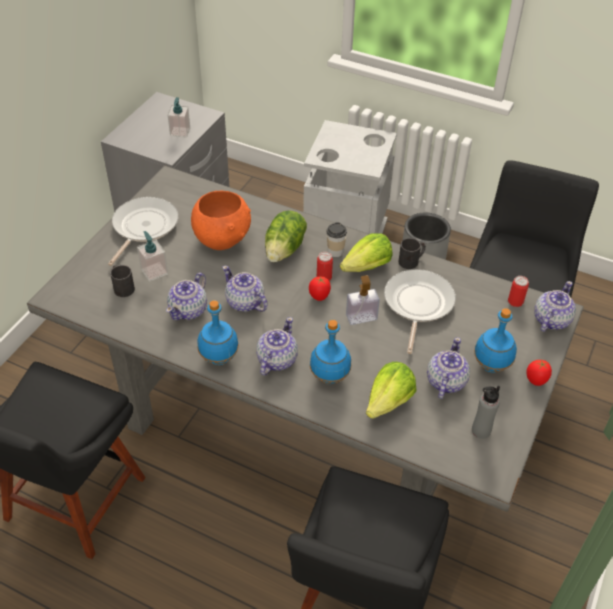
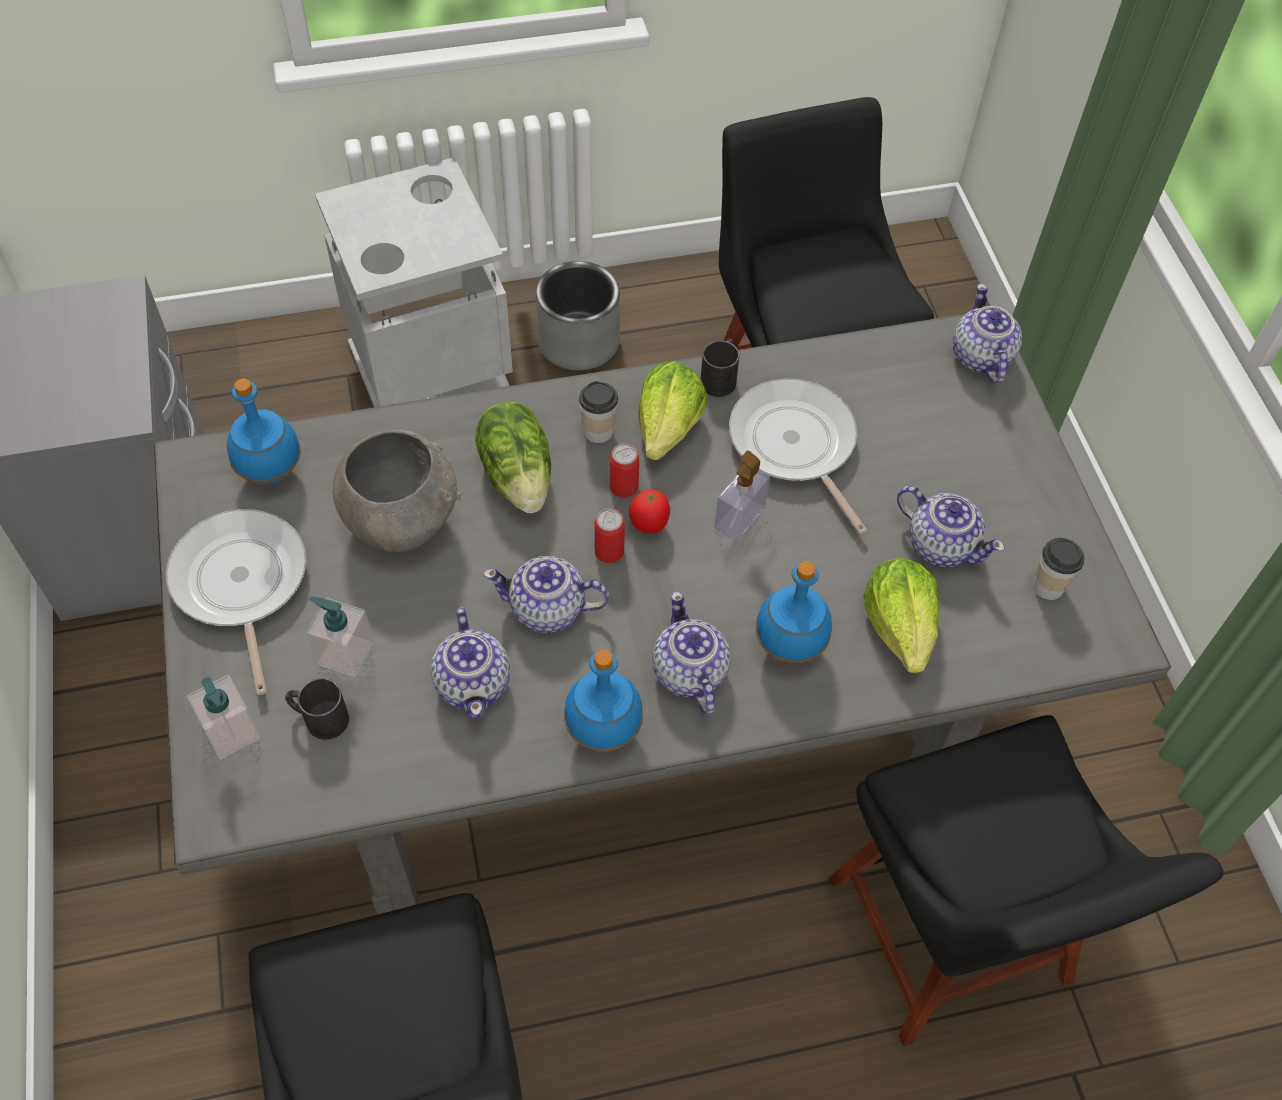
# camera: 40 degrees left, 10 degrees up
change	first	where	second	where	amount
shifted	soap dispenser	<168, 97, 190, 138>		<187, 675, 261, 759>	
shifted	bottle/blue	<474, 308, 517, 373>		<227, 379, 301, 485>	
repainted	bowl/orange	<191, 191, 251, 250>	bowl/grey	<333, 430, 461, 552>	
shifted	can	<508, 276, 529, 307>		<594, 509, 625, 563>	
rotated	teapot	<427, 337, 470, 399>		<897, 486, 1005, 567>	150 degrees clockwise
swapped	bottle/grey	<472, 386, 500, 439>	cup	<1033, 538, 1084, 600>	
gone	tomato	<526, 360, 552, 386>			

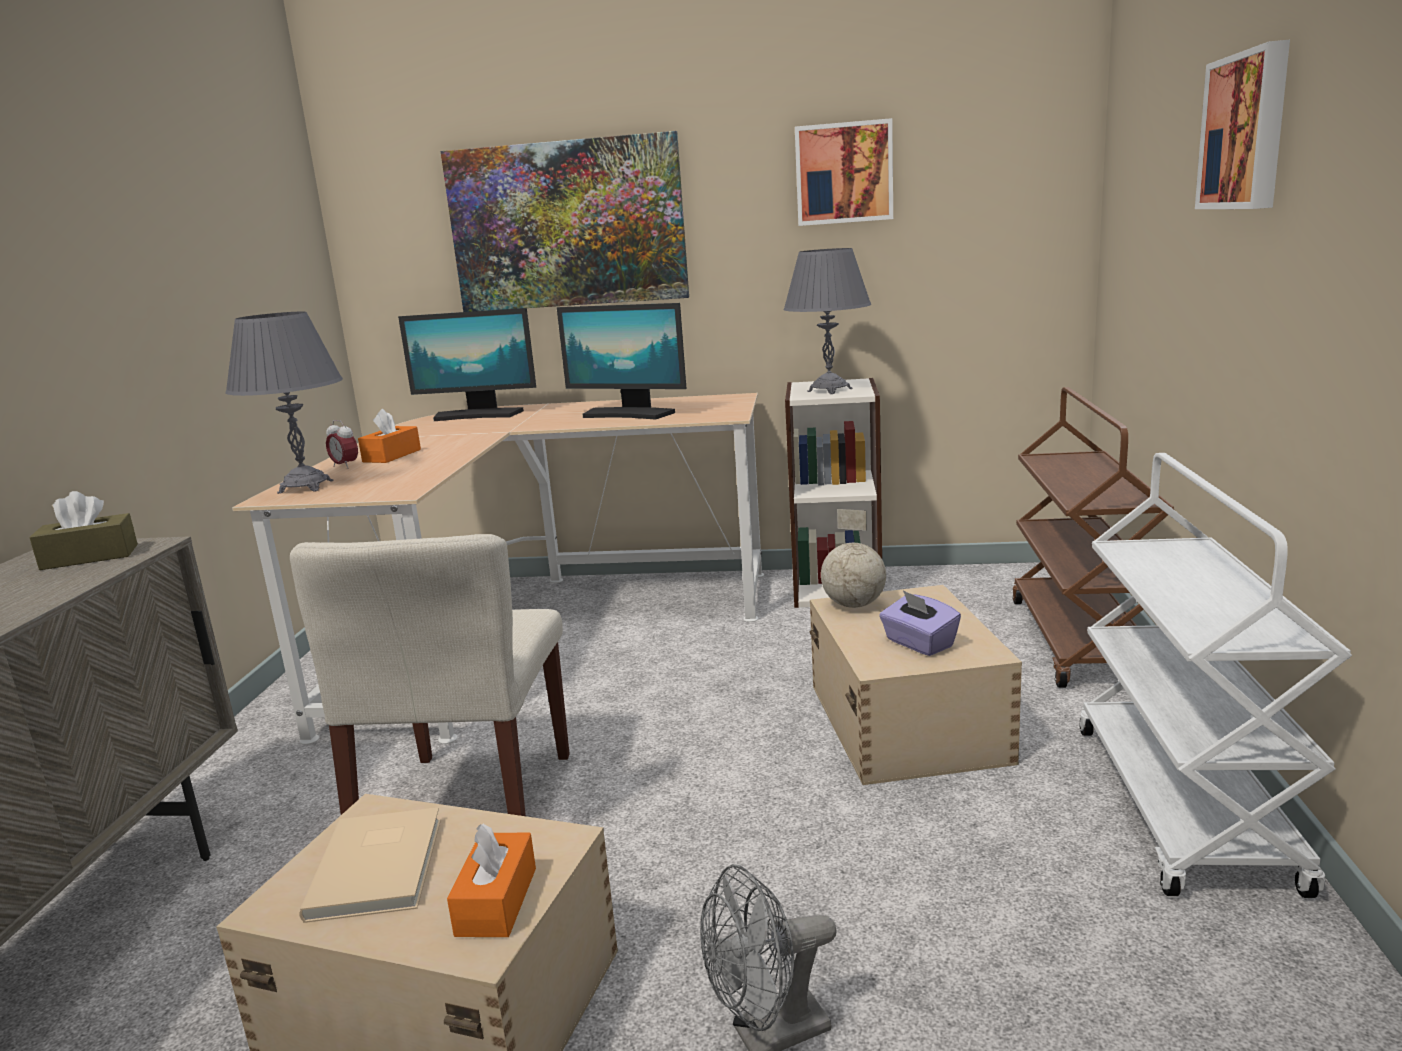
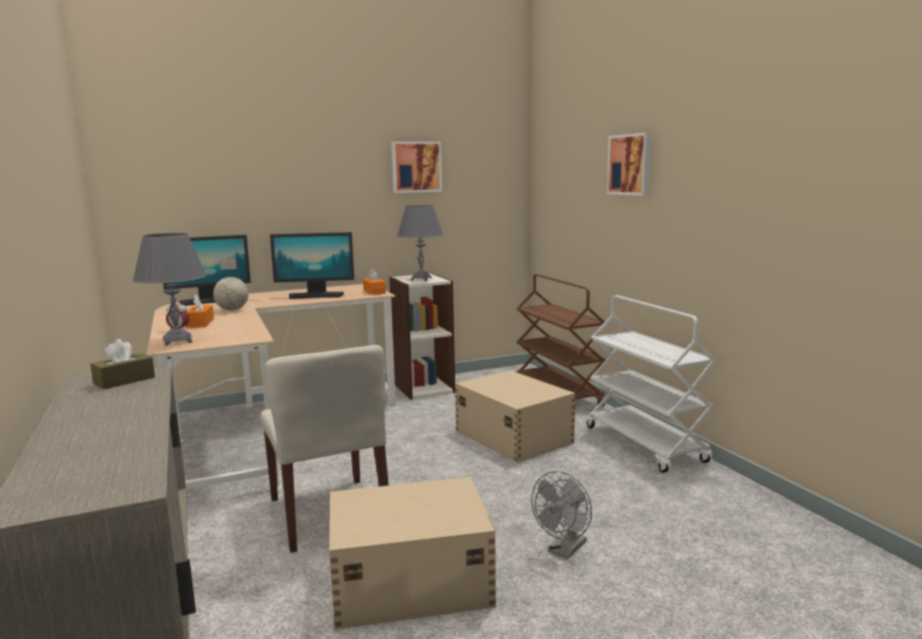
# camera: 30 degrees left, 5 degrees down
change	first	where	second	where	amount
shifted	globe	<821, 509, 886, 608>		<213, 258, 249, 311>	
shifted	tissue box/orange	<447, 824, 536, 937>		<363, 268, 386, 295>	
gone	book/beige	<299, 807, 441, 923>			
gone	picture	<441, 131, 689, 312>			
gone	tissue box/purple	<879, 590, 961, 656>			

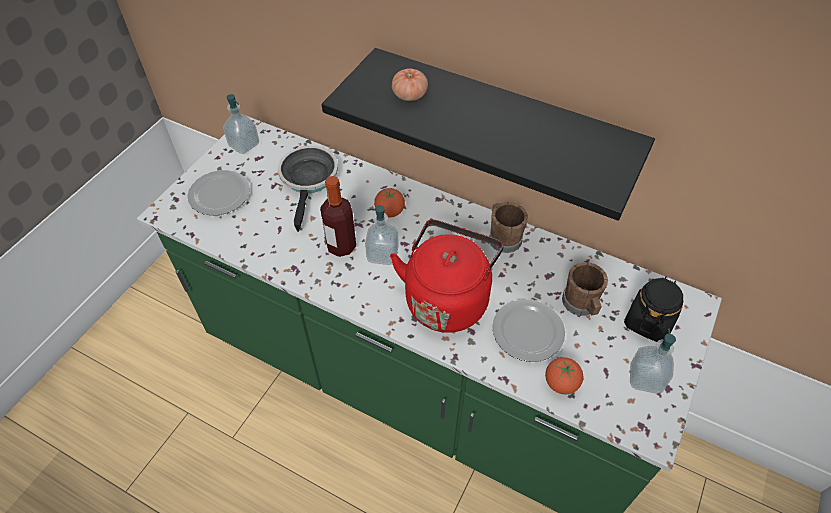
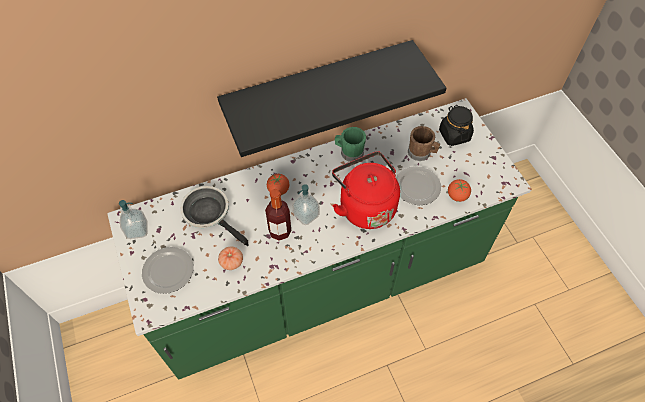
# camera: 50 degrees left, 5 degrees up
change	first	where	second	where	amount
shifted	tomato	<392, 69, 428, 101>		<218, 247, 243, 270>	
repainted	mug/brown	<489, 202, 528, 253>	mug/green	<335, 127, 366, 162>	
gone	soap dispenser	<630, 328, 676, 394>			

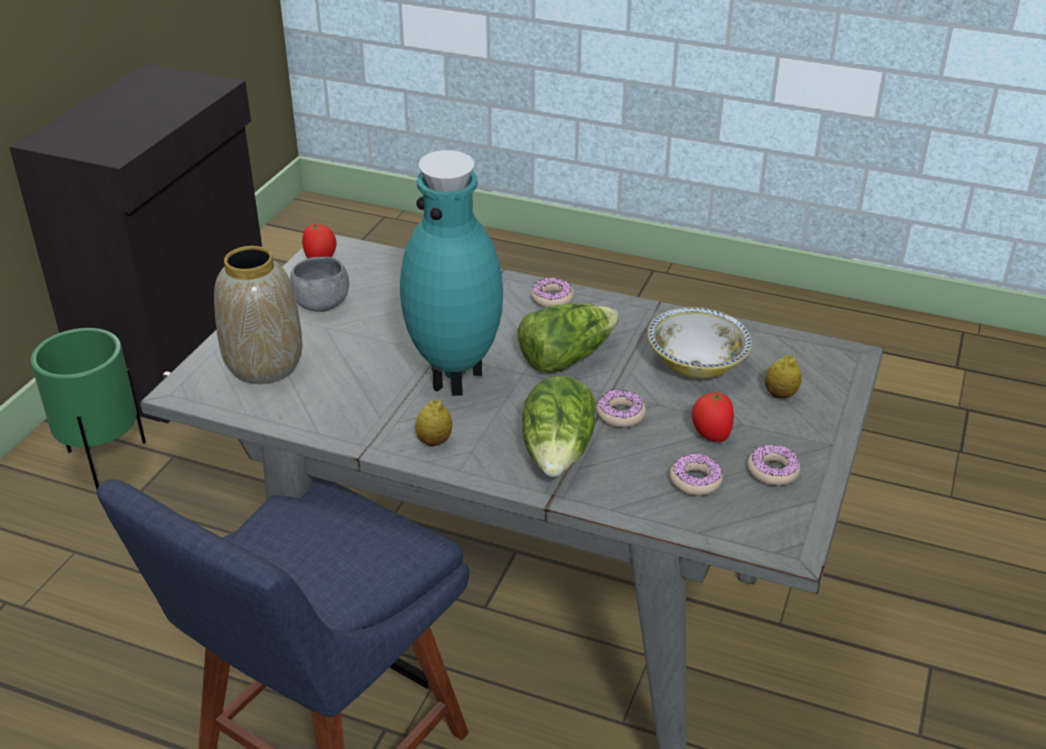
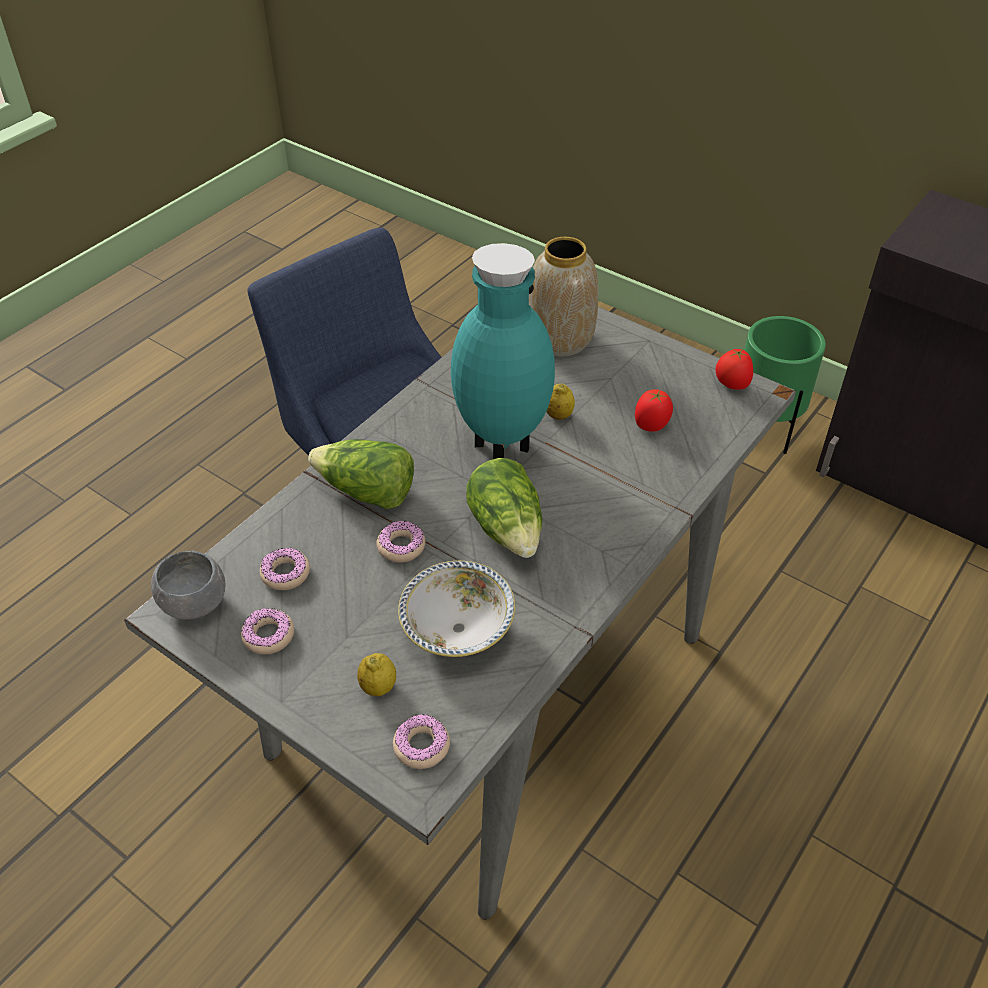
# camera: 105 degrees right, 10 degrees up
change	first	where	second	where	amount
shifted	bowl/grey	<290, 257, 349, 312>		<151, 551, 225, 620>	
shifted	donut	<531, 278, 574, 308>		<393, 714, 450, 769>	
shifted	lemon	<415, 399, 452, 446>		<546, 384, 575, 420>	
shifted	tomato	<692, 391, 734, 442>		<635, 389, 673, 432>	

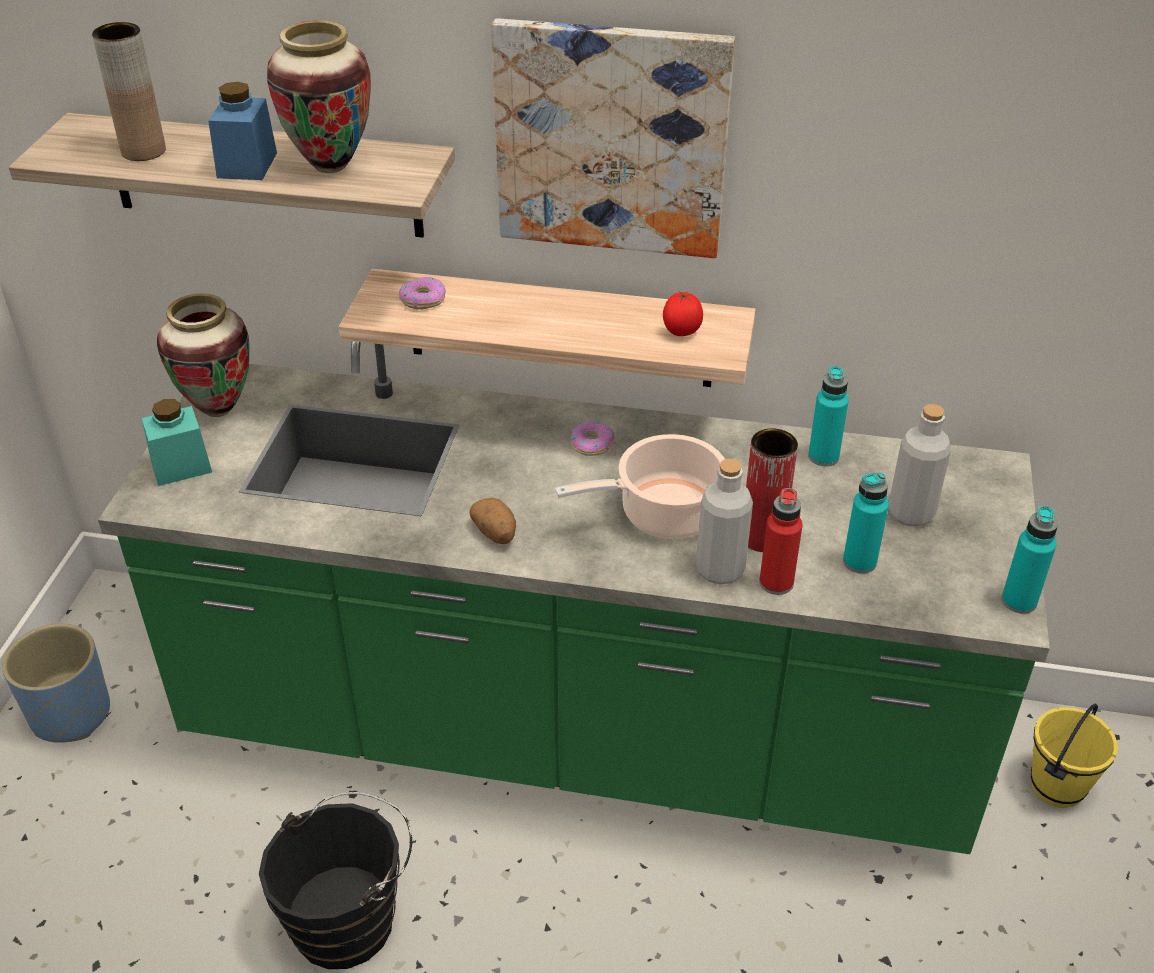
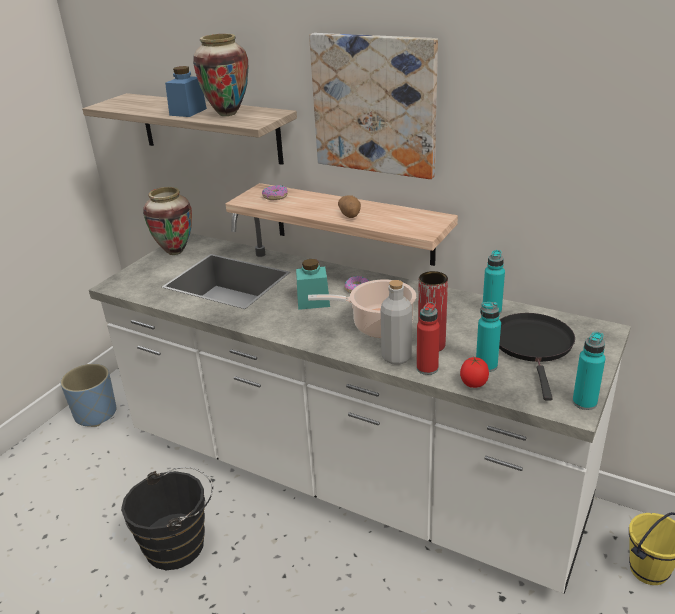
# camera: 20 degrees right, 10 degrees down
change	first	where	second	where	amount
repainted	counter/green	<98, 341, 1050, 854>	counter/white	<89, 213, 631, 594>	
shifted	jar/turquoise	<142, 399, 212, 486>		<296, 259, 330, 310>	
shifted	potato	<469, 498, 516, 544>		<338, 195, 361, 218>	
shifted	tomato	<663, 291, 703, 336>		<460, 357, 489, 388>	
swapped	bottle/grey	<889, 404, 951, 527>	frying pan/black	<499, 313, 575, 401>	
gone	vase/brown	<92, 22, 166, 161>			

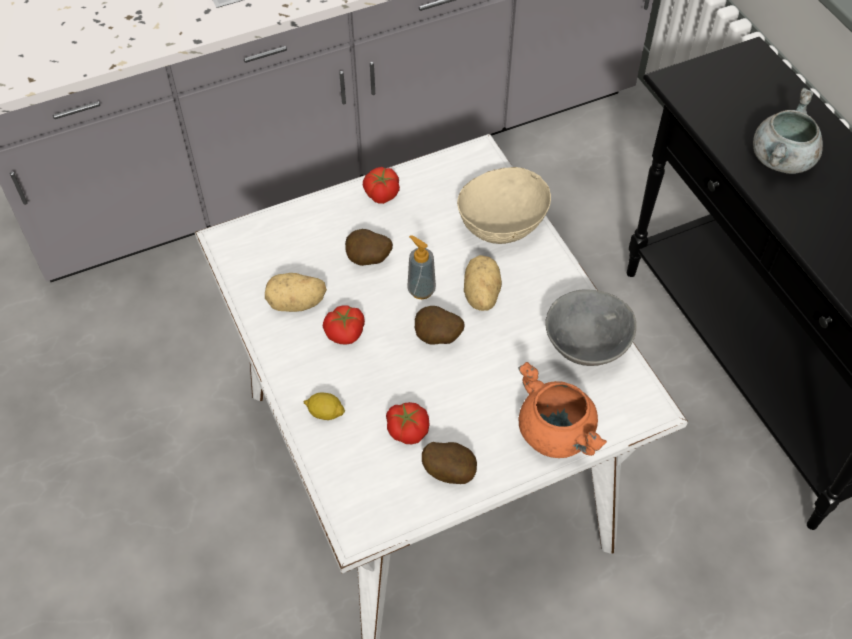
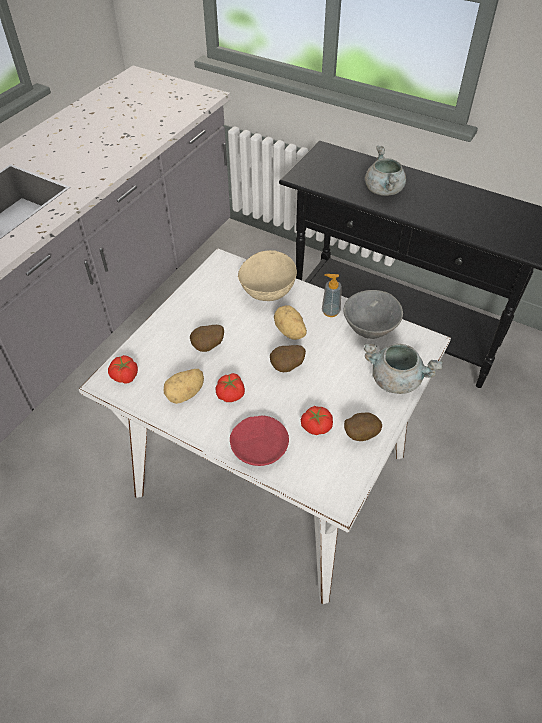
# camera: 35 degrees left, 5 degrees down
change	first	where	second	where	amount
shifted	tomato	<363, 167, 400, 204>		<108, 355, 138, 384>	
swapped	lemon	<304, 392, 345, 420>	plate/red	<230, 416, 289, 466>	
shifted	soap dispenser	<407, 235, 436, 299>		<322, 274, 342, 317>	
repainted	cooking pot/orange	<518, 362, 607, 458>	cooking pot/grey	<364, 344, 443, 394>	

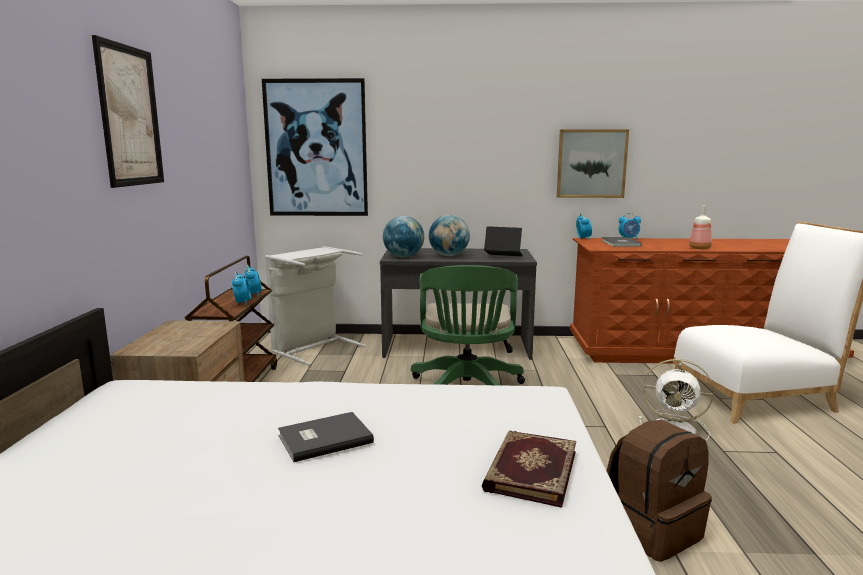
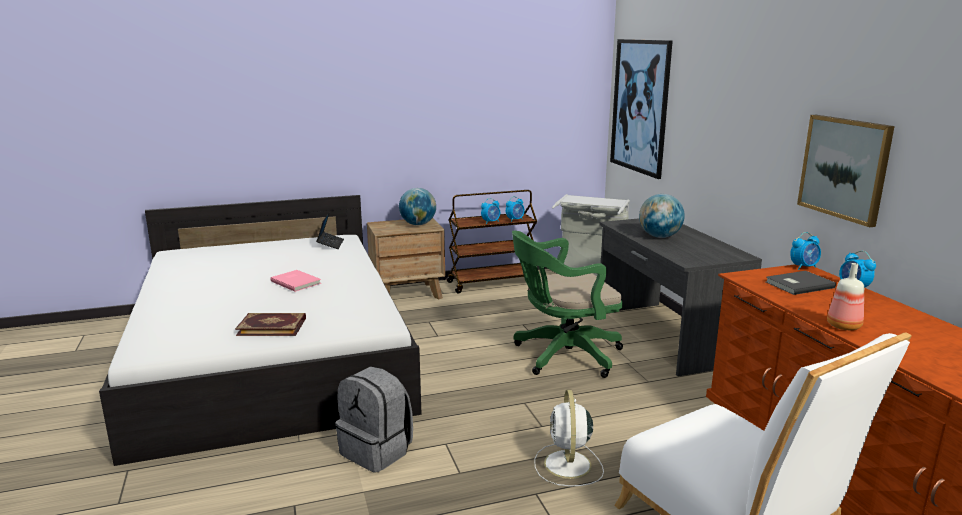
# camera: 70 degrees right, 5 degrees up
change	first	where	second	where	amount
repainted	book/grey	<278, 412, 374, 462>	book/pink	<270, 270, 321, 292>	
shifted	laptop	<484, 226, 523, 257>		<316, 212, 344, 249>	
repainted	backpack/brown	<607, 420, 712, 562>	backpack/grey	<335, 366, 413, 473>	
shifted	globe	<383, 216, 424, 258>		<399, 188, 436, 225>	
gone	picture	<92, 35, 164, 188>			

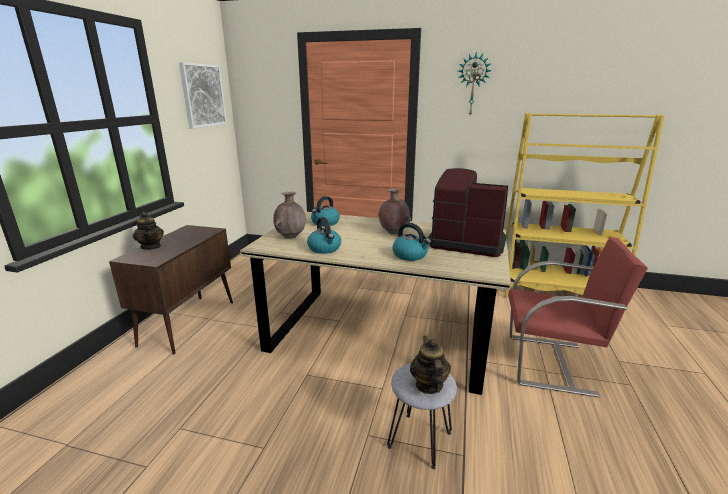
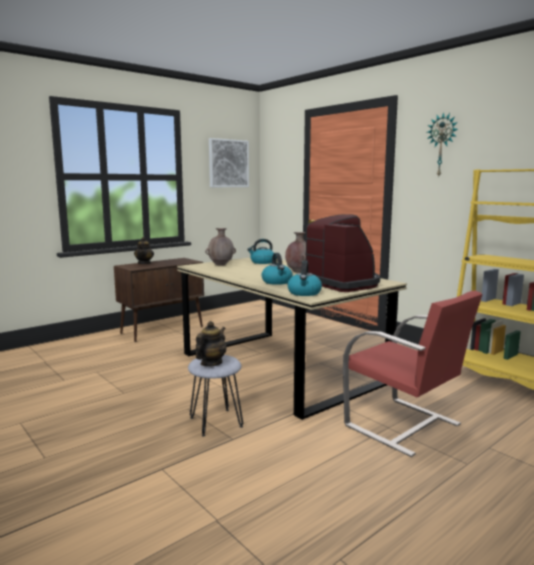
# camera: 35 degrees right, 10 degrees down
change	first	where	second	where	amount
shifted	kettle	<307, 217, 341, 254>		<287, 260, 322, 296>	

